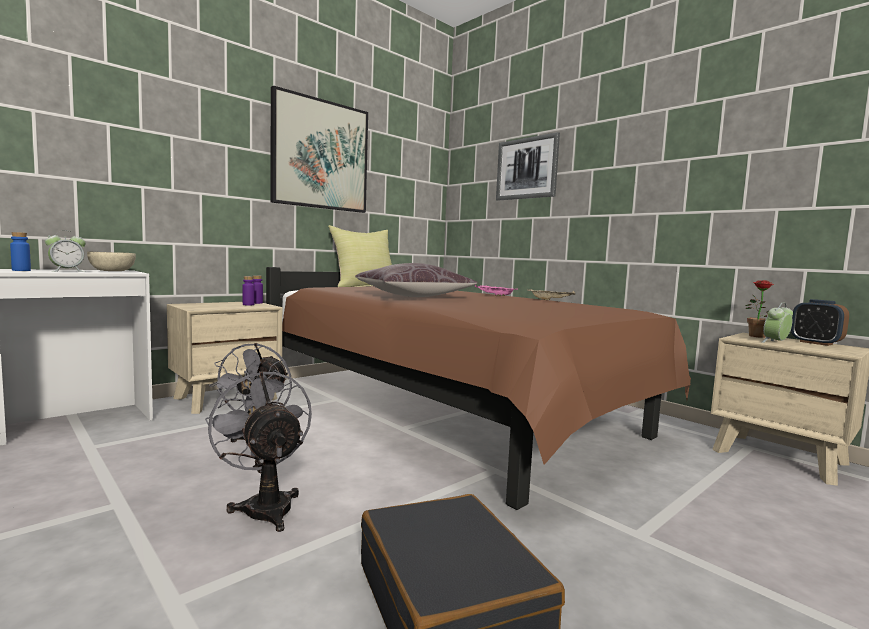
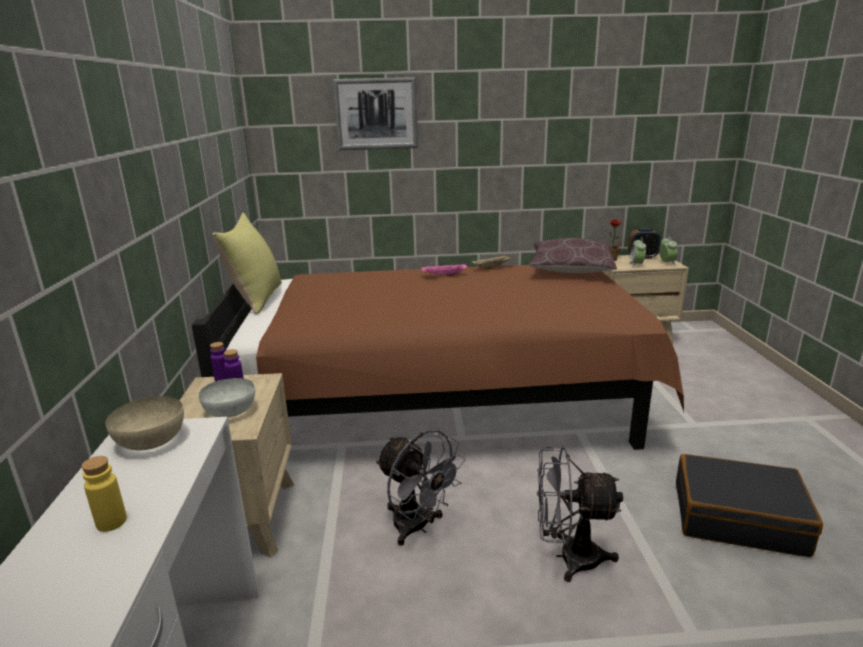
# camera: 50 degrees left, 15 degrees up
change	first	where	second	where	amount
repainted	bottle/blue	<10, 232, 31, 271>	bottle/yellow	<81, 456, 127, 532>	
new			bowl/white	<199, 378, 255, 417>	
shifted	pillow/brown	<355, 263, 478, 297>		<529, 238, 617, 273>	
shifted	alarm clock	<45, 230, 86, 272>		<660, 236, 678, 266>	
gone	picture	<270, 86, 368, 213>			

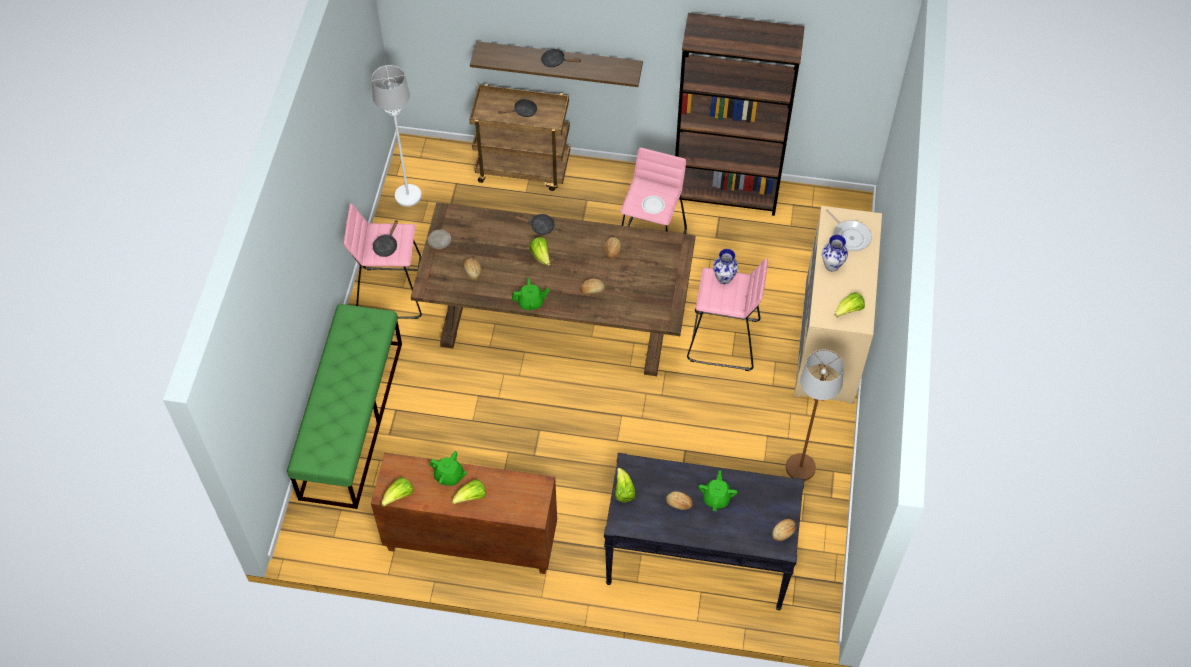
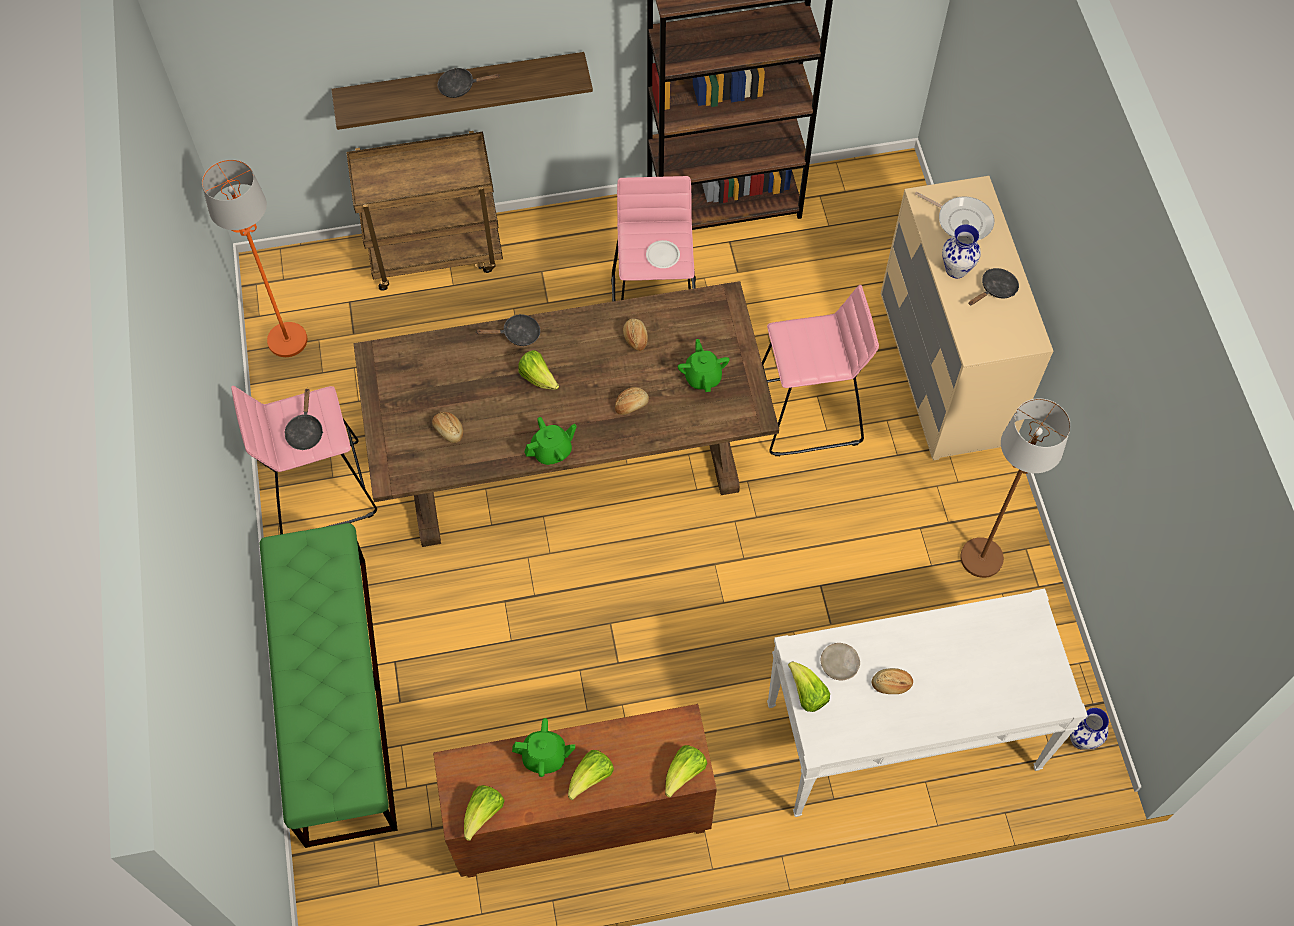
# camera: 20 degrees left, 5 degrees up
change	first	where	second	where	amount
repainted	floor lamp/white	<372, 65, 421, 207>	floor lamp/orange	<202, 159, 307, 357>	
shifted	lettuce	<835, 292, 865, 317>		<665, 745, 707, 798>	
shifted	teapot/green	<699, 470, 738, 511>		<678, 339, 729, 392>	
repainted	console table/black	<604, 453, 805, 610>	console table/white	<767, 589, 1088, 817>	
shifted	plate/beige	<428, 230, 451, 249>		<821, 643, 860, 680>	
shifted	frying pan/black	<499, 99, 537, 117>		<969, 268, 1019, 306>	
shifted	vase	<713, 249, 738, 284>		<1070, 708, 1109, 750>	
gone	bread	<772, 519, 796, 541>			

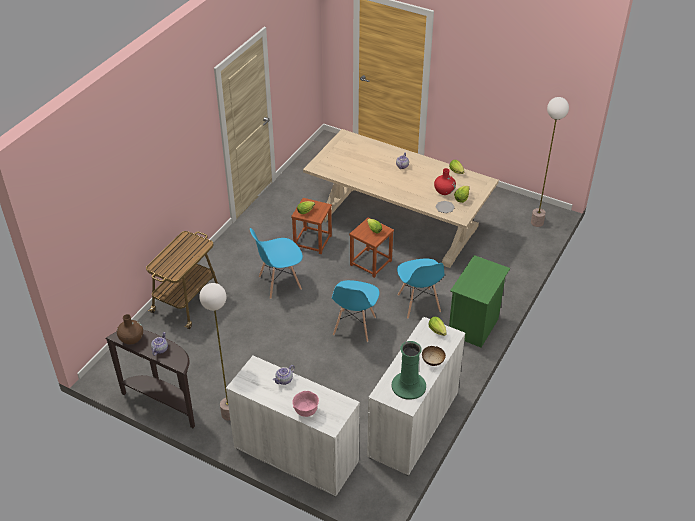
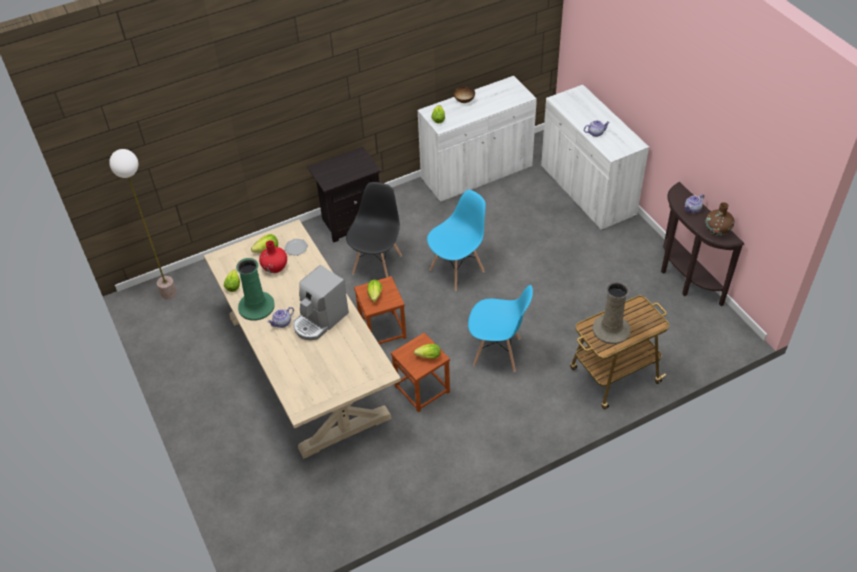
# camera: 145 degrees left, 5 degrees up
change	first	where	second	where	amount
shifted	vase/green	<392, 341, 426, 400>		<236, 258, 275, 321>	
new			coffee machine	<293, 265, 349, 340>	
repainted	nightstand/green	<449, 255, 510, 347>	nightstand/black	<307, 147, 381, 243>	
repainted	chair/blue	<397, 259, 445, 319>	chair/black	<346, 182, 402, 278>	
new			vase/beige	<593, 281, 630, 344>	
gone	floor lamp	<199, 283, 230, 420>			
gone	bowl/pink	<292, 391, 319, 417>			

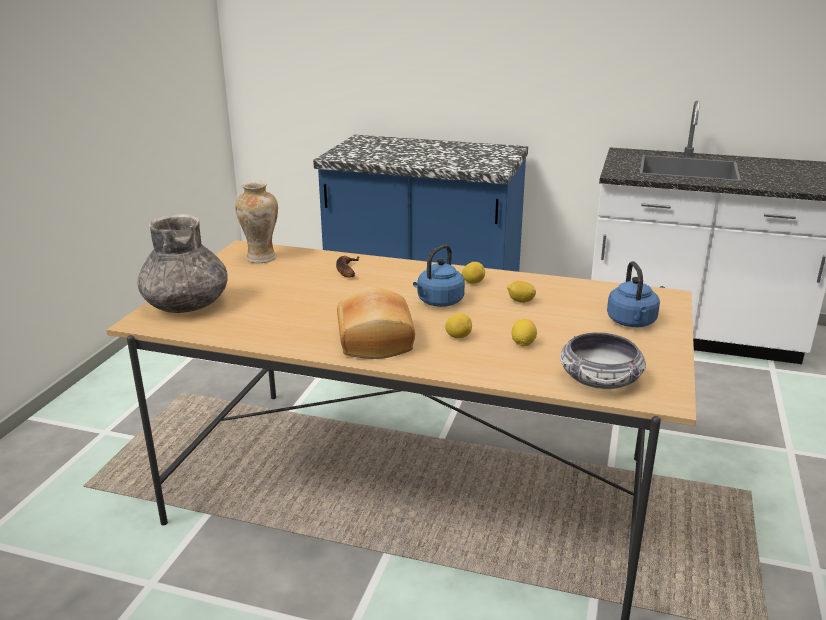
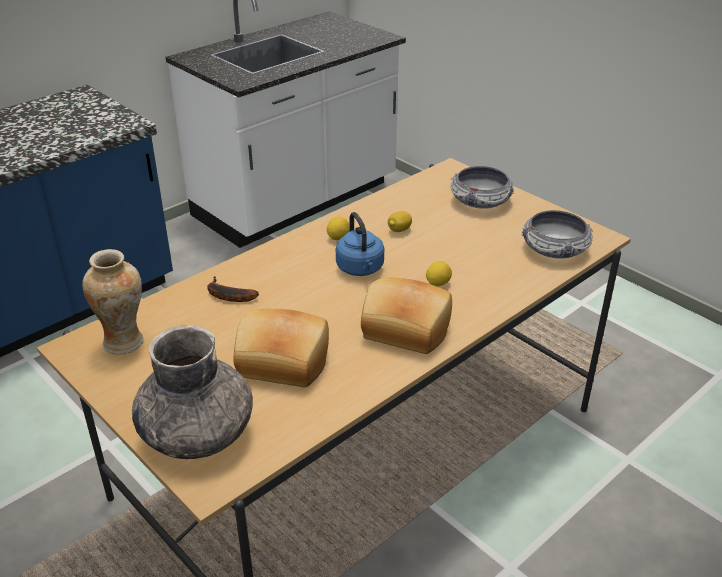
# camera: 60 degrees left, 10 degrees up
change	first	where	second	where	amount
new			bread	<234, 309, 329, 387>	
swapped	kettle/blue	<607, 261, 660, 327>	bowl	<450, 166, 514, 209>	
gone	lemon	<512, 319, 537, 346>			

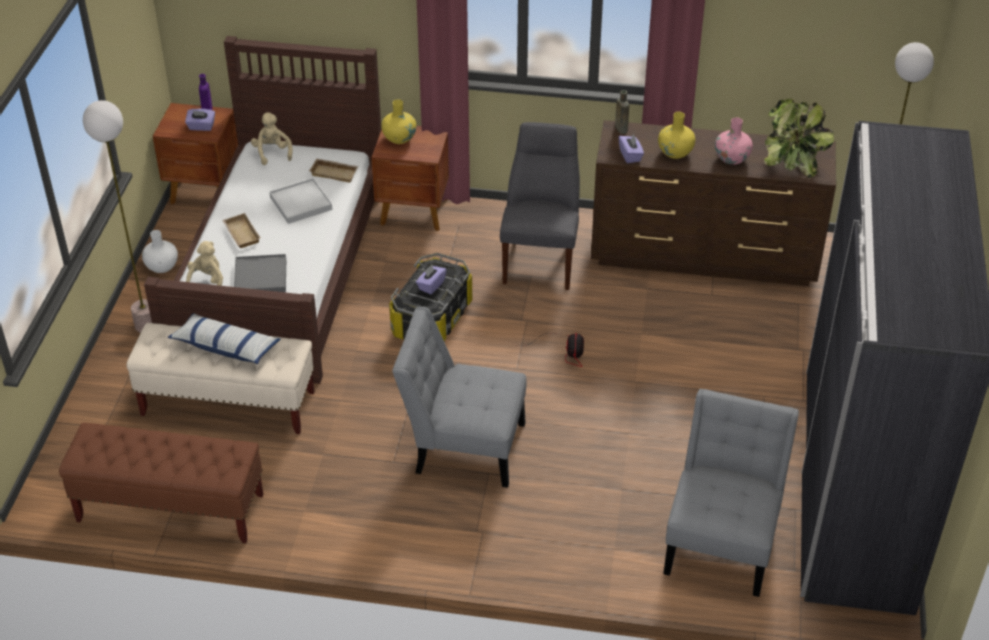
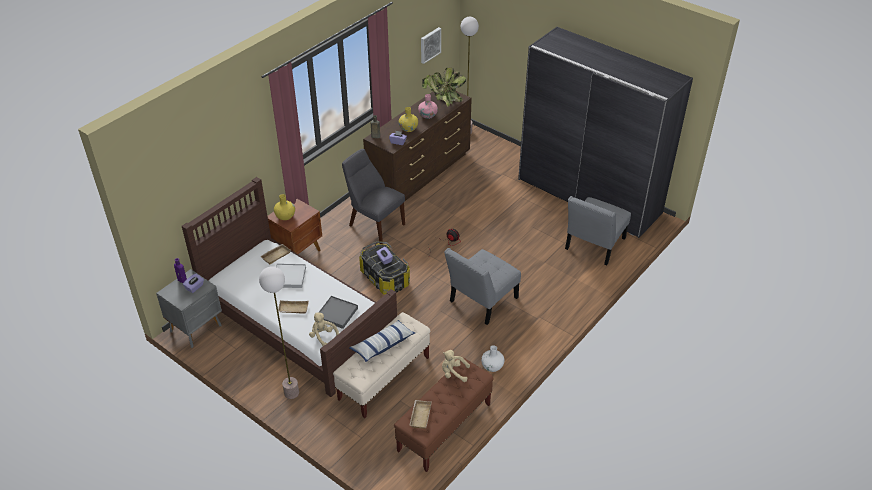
# camera: 60 degrees left, 0 degrees up
change	first	where	second	where	amount
repainted	nightstand/brown	<153, 103, 238, 204>	nightstand/grey	<156, 269, 222, 348>	
new			tray/beige	<409, 400, 432, 429>	
new			picture	<421, 27, 441, 64>	
shifted	plush toy/beige	<251, 112, 293, 165>		<442, 350, 470, 382>	
shifted	vase/white	<142, 230, 178, 273>		<481, 345, 504, 372>	
rotated	chair/grey	<663, 389, 799, 597>		<565, 196, 631, 266>	105 degrees counterclockwise

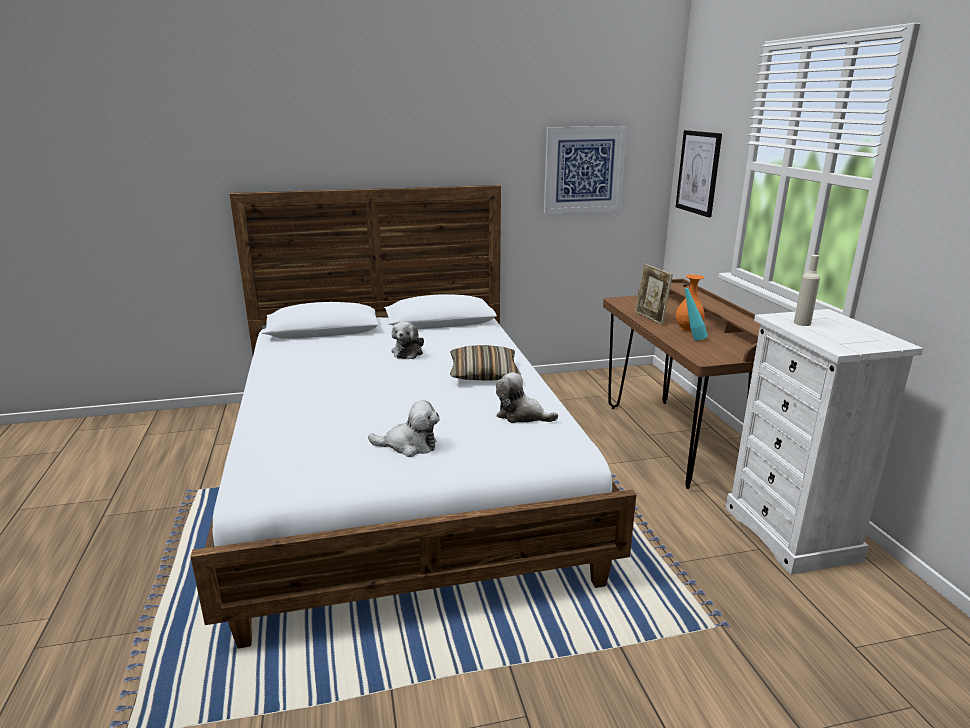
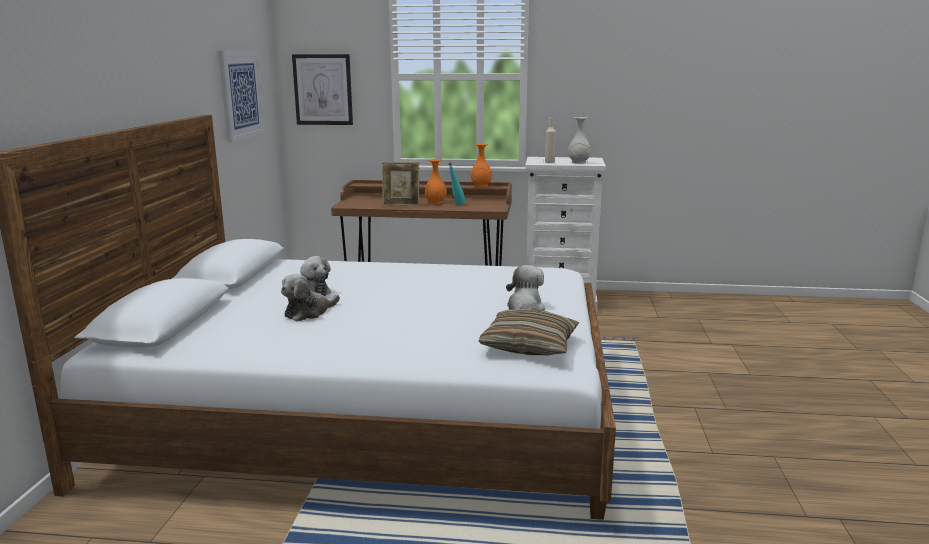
# camera: 70 degrees left, 5 degrees down
change	first	where	second	where	amount
shifted	plush toy	<496, 372, 558, 423>		<281, 274, 340, 321>	
new			vase/orange	<471, 143, 492, 187>	
shifted	pillow	<450, 345, 521, 381>		<479, 309, 579, 355>	
new			vase/white	<568, 117, 591, 164>	

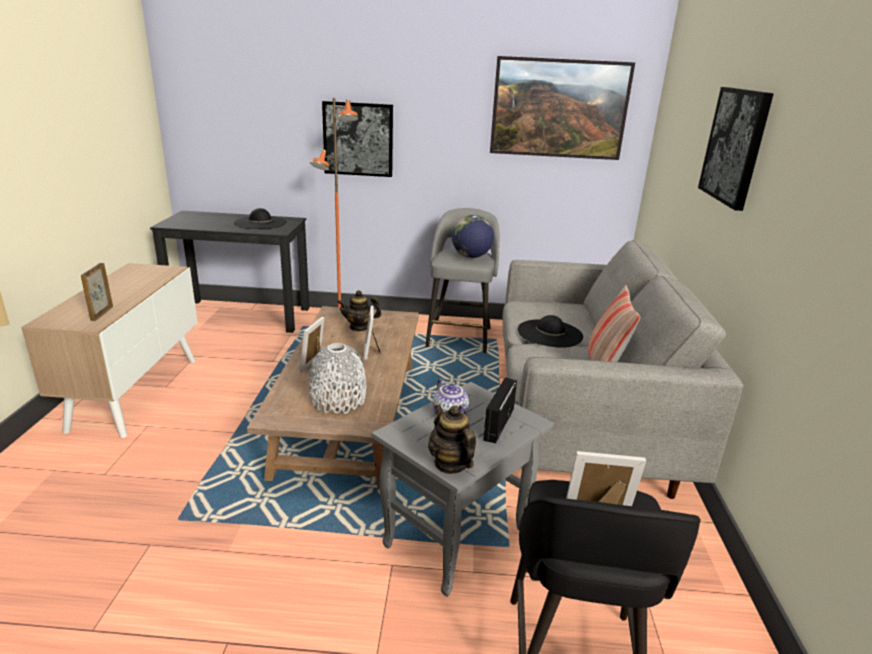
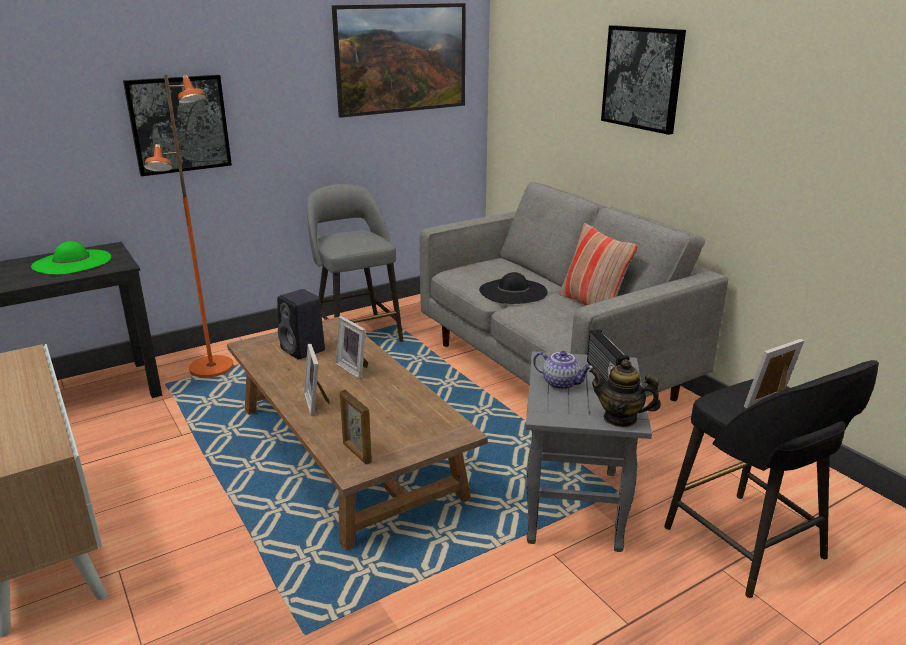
# camera: 35 degrees left, 0 degrees up
change	first	where	second	where	amount
repainted	hat/black	<234, 208, 286, 229>	hat/green	<31, 241, 111, 275>	
swapped	teapot	<337, 290, 381, 331>	speaker/black	<277, 289, 325, 360>	
shifted	picture frame	<81, 263, 113, 321>		<340, 390, 372, 464>	
gone	vase/grey	<309, 343, 366, 414>			
gone	globe	<452, 215, 494, 258>			

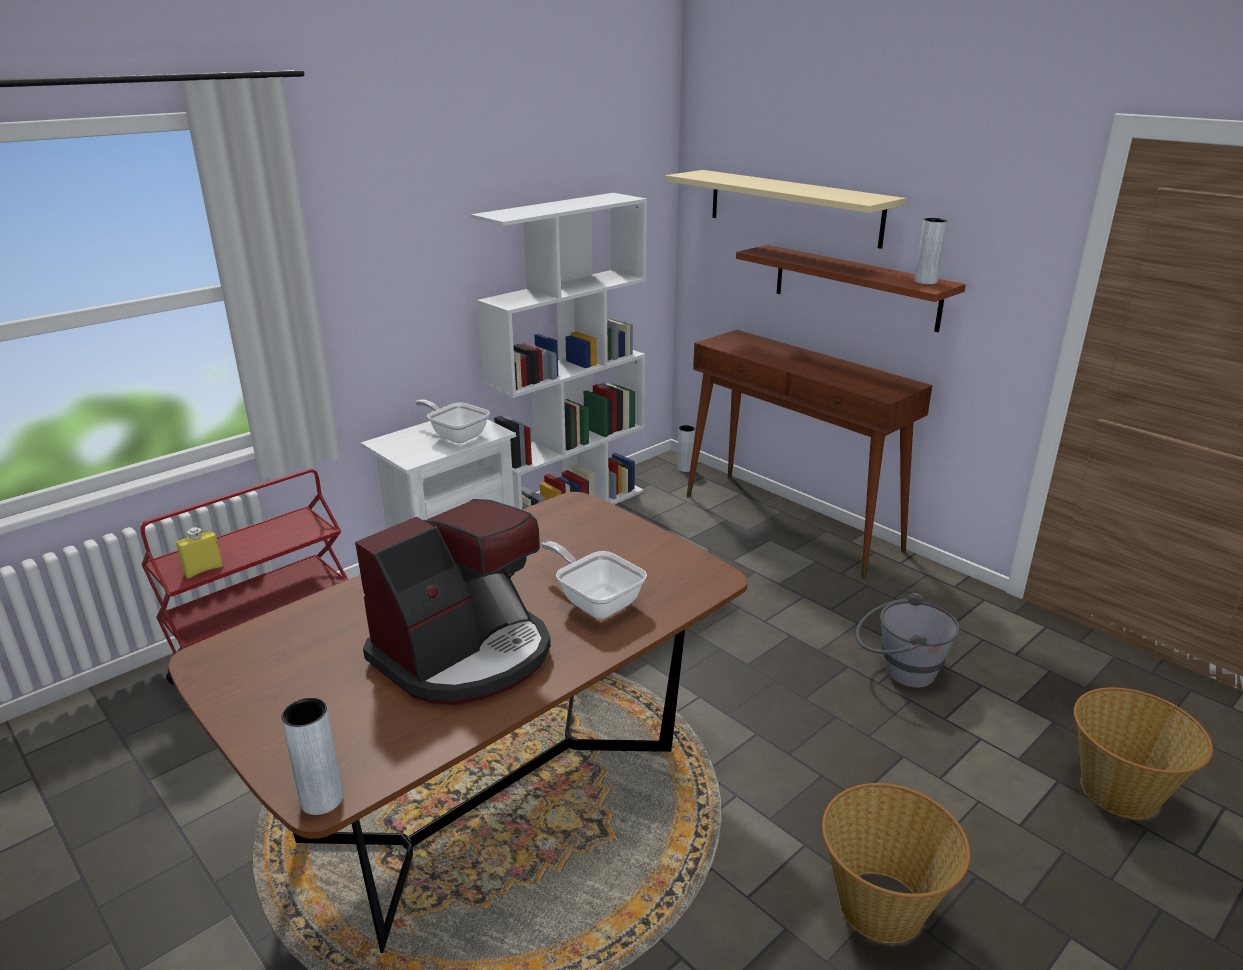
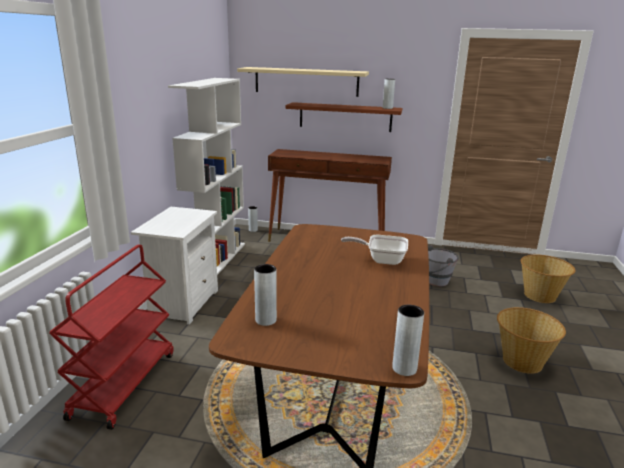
# camera: 35 degrees left, 5 degrees down
change	first	where	second	where	amount
new			vase/grey	<254, 264, 277, 326>	
gone	bottle/yellow	<176, 527, 223, 578>			
gone	coffee machine	<355, 499, 551, 705>			
gone	frying pan	<415, 399, 490, 443>			

